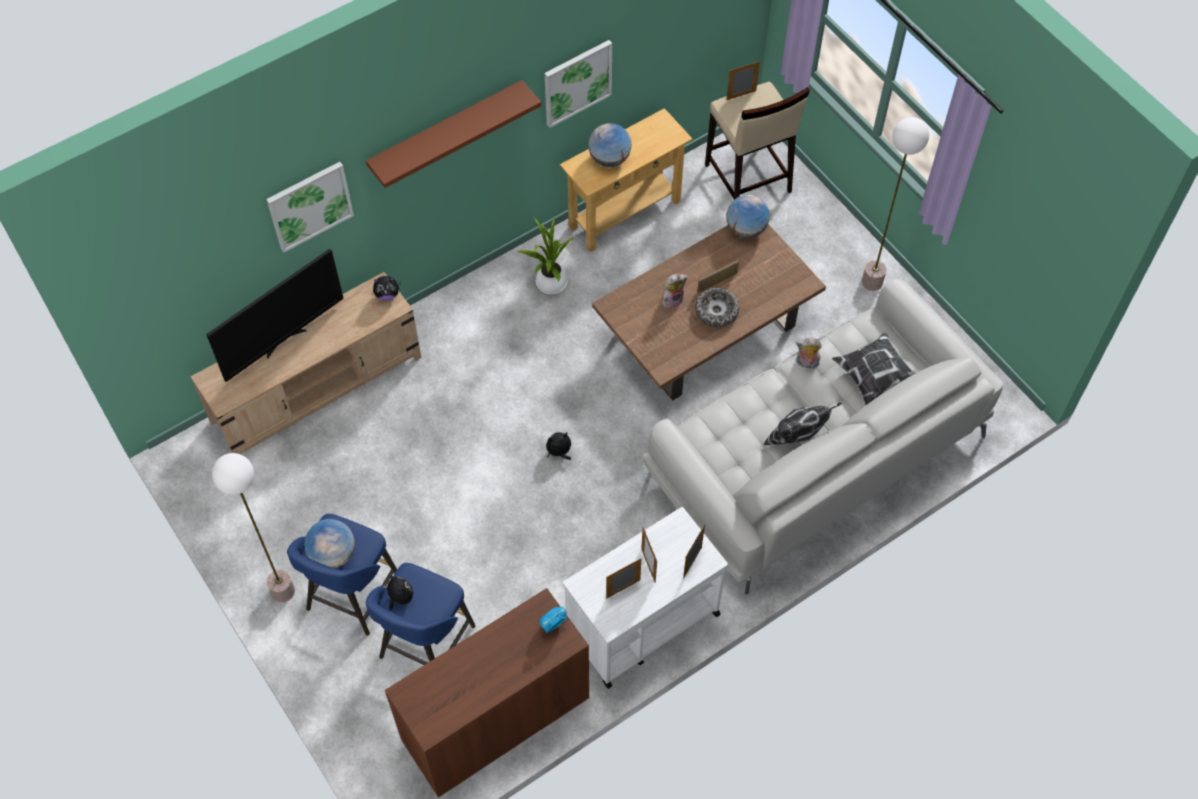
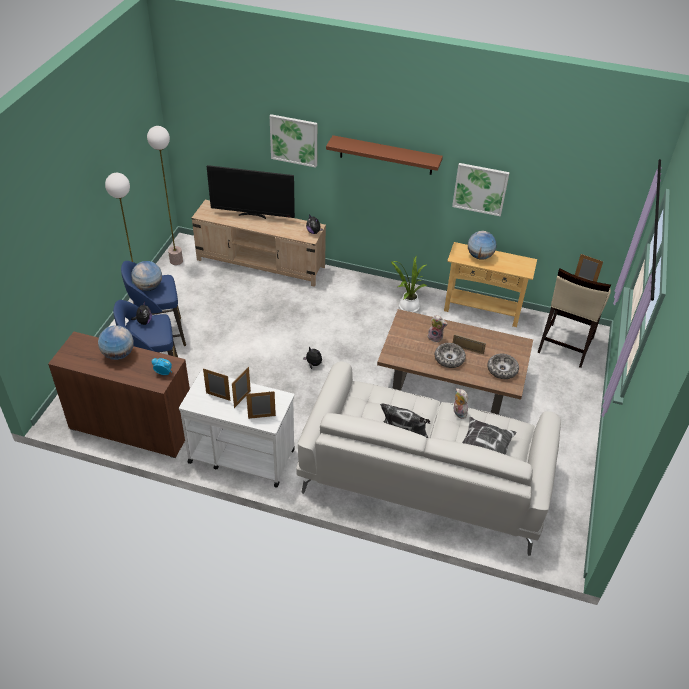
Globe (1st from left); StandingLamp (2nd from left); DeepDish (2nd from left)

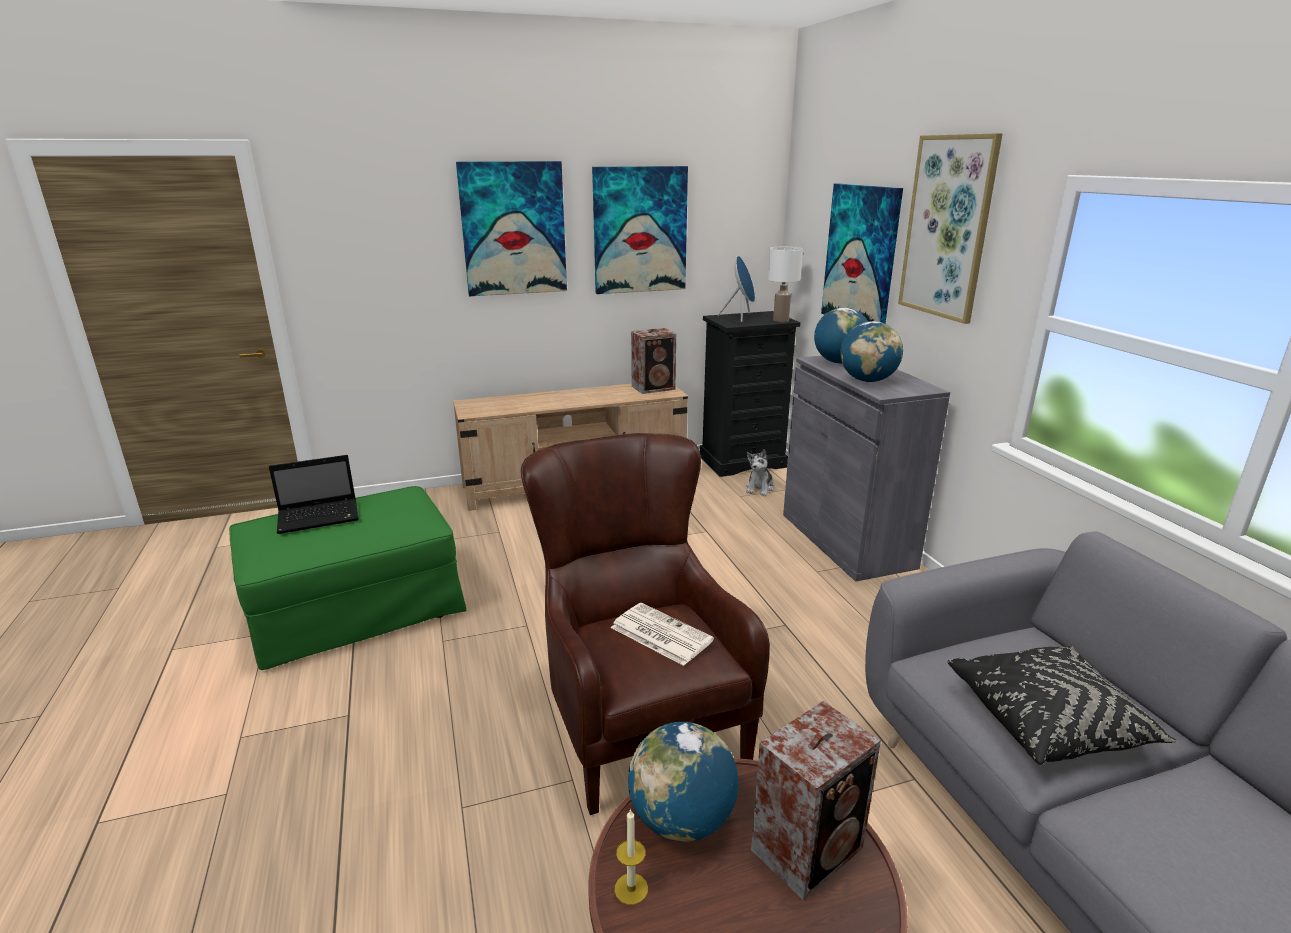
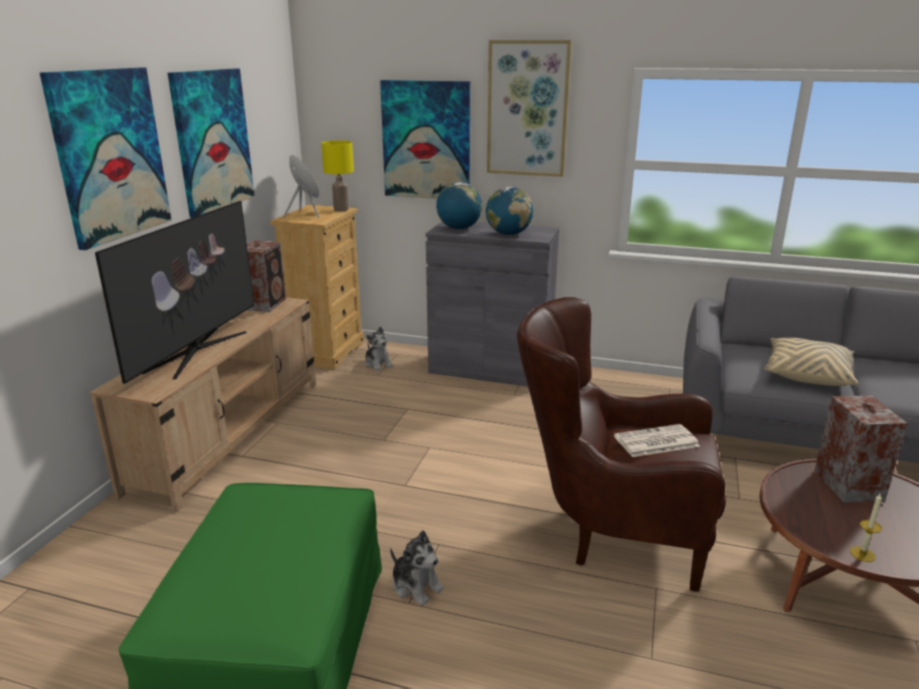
Television; BeigeColouredDrawerChest; YellowTabletopLamp; CuddlyToy (2nd from left); BeigeColouredThrowPillow; NotebookComputer; Globe (1st from left in the first image)

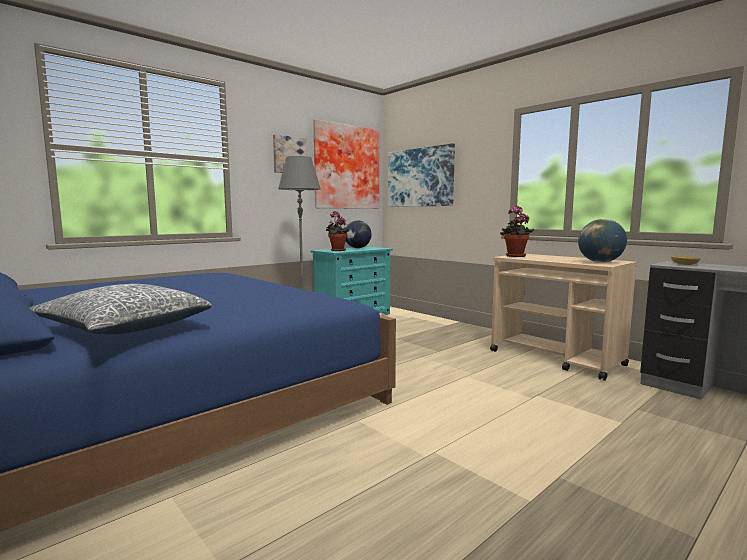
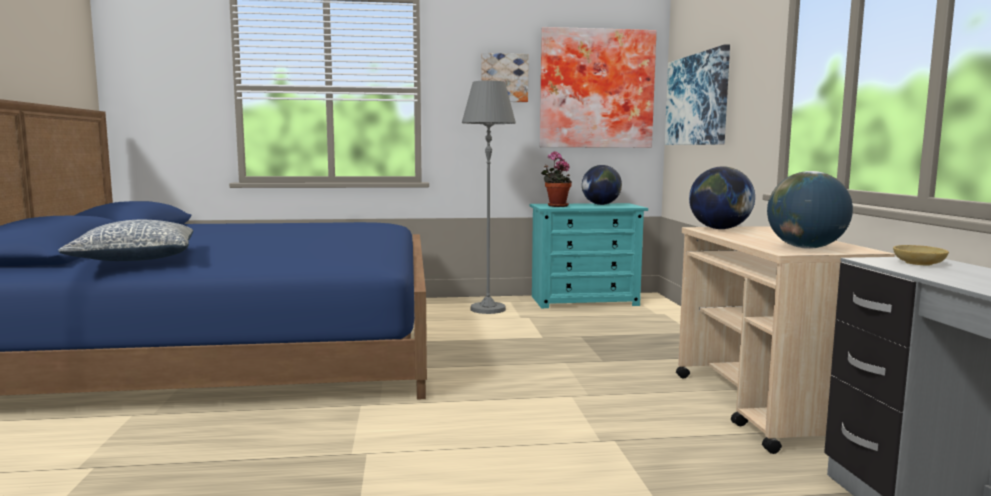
Globe (2nd from left)

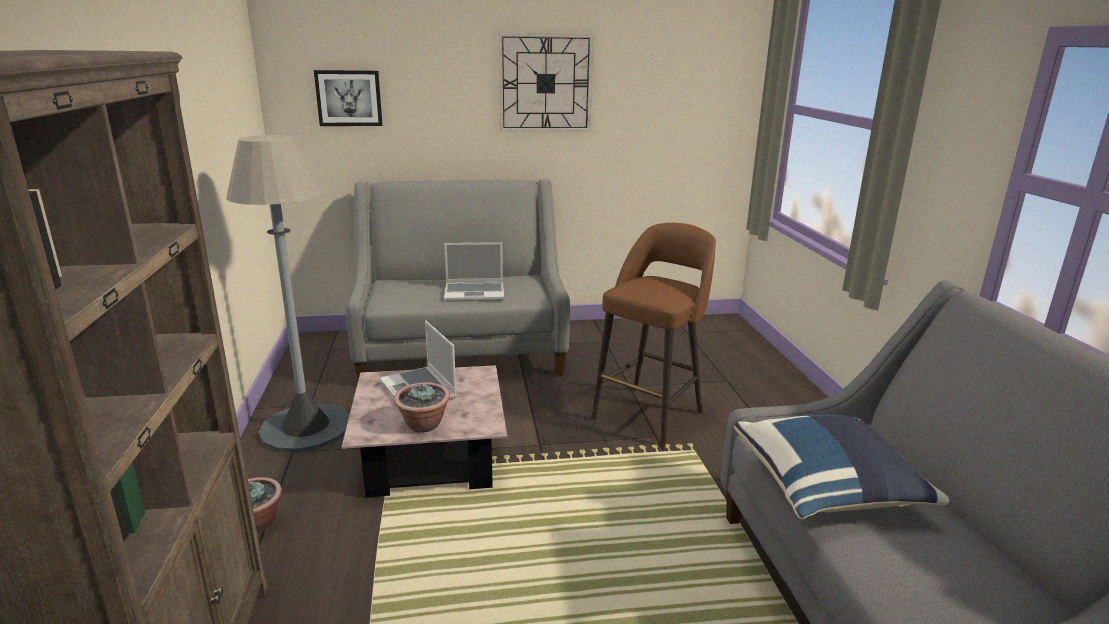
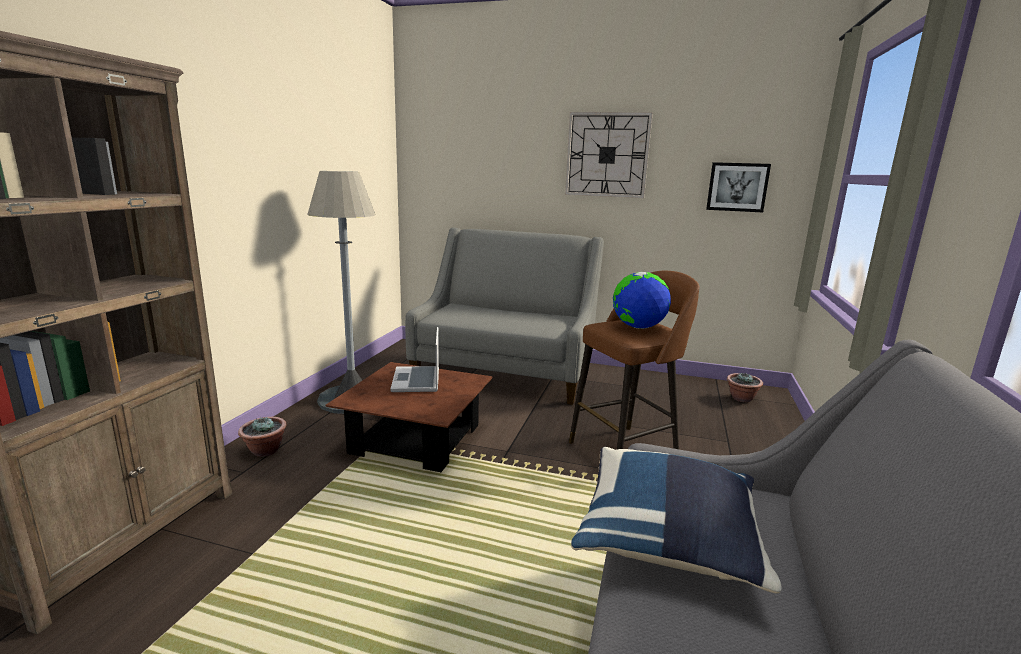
BrownLowTable; Globe; WallArt; PlantInAPot (2nd from left); NotebookComputer (2nd from left in the first image)

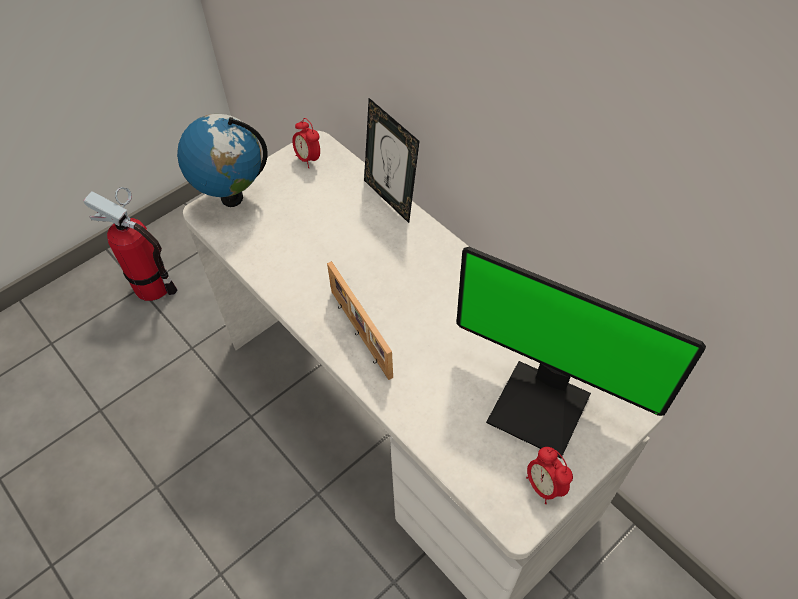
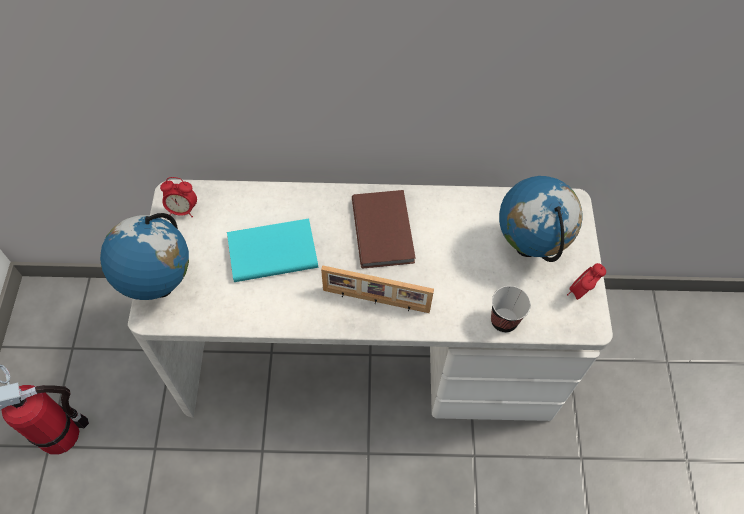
BlueGreenVolume; BrownVolume; SmallCup; Globe (2nd from left); AlarmClock (2nd from left); PhotoFrame (2nd from left in the first image)

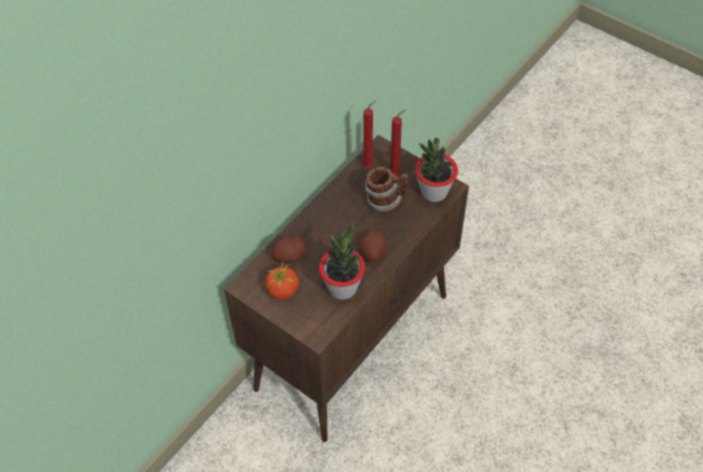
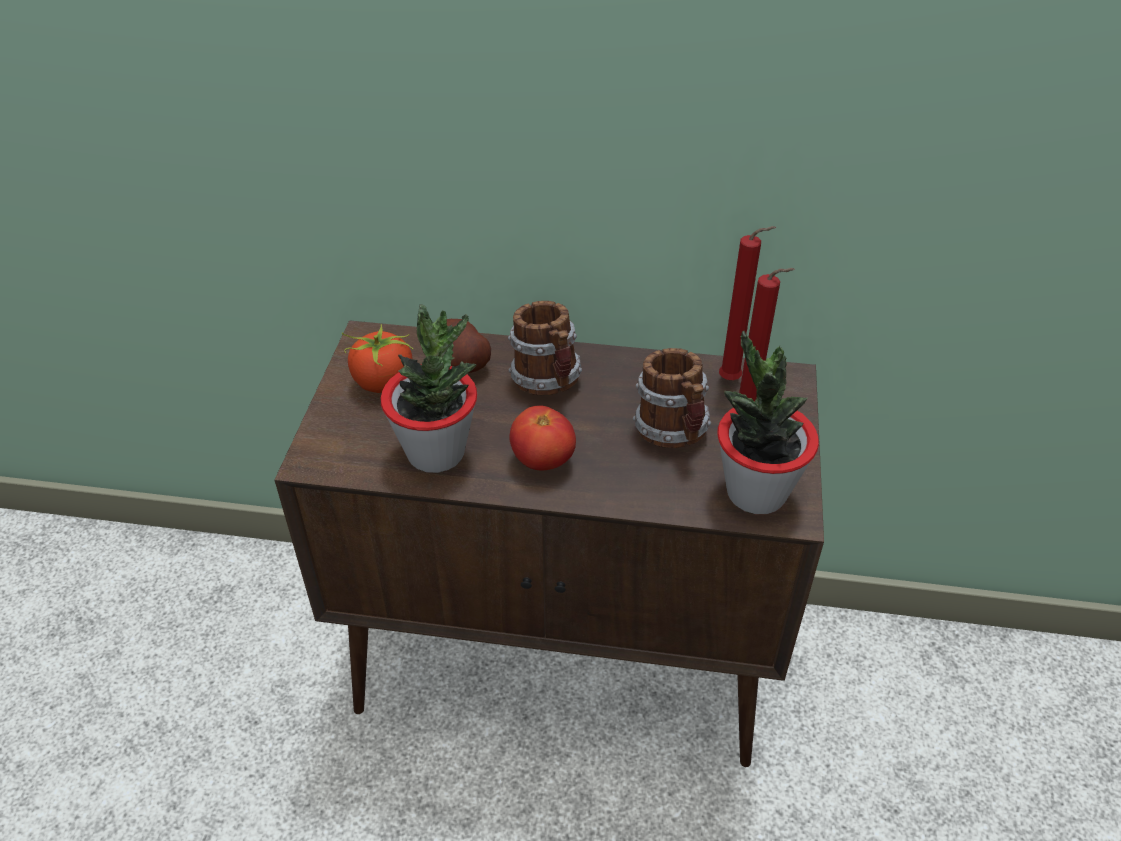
CoffeeMug (1st from left); FreshTomato (2nd from left)

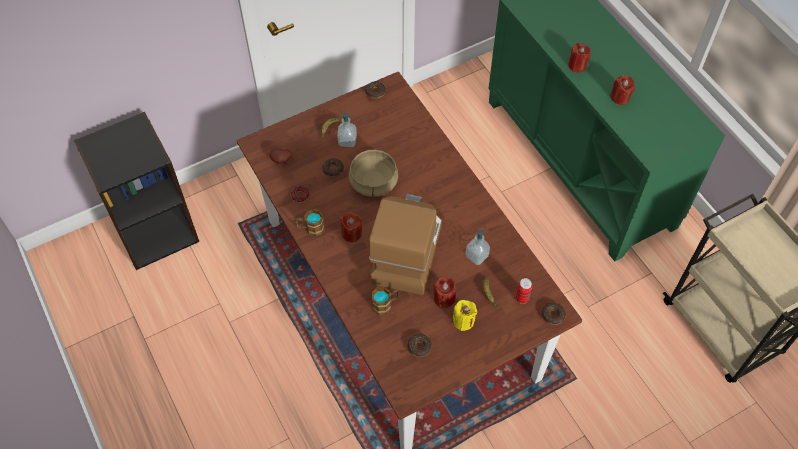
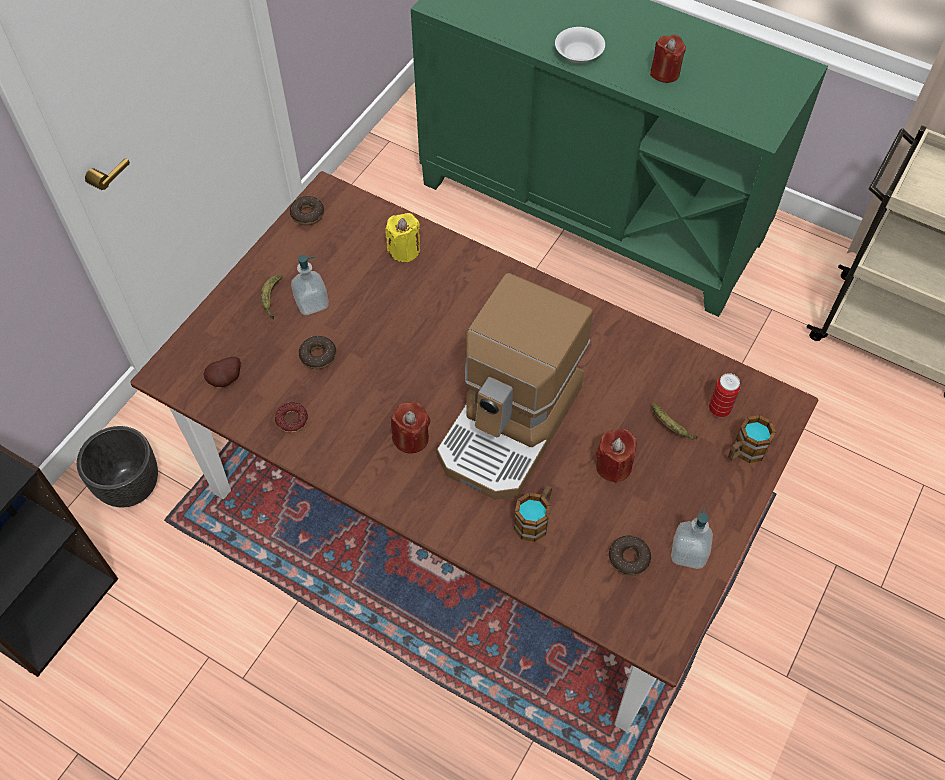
BlackColouredPlantPot; YellowWaxCandle; CoffeeMachine; WhitishDeepDish; LiquidSoapBottle (2nd from left); CoffeeMug (2nd from left); BeigeColouredStockpot; Doughnut (5th from left in the first image)

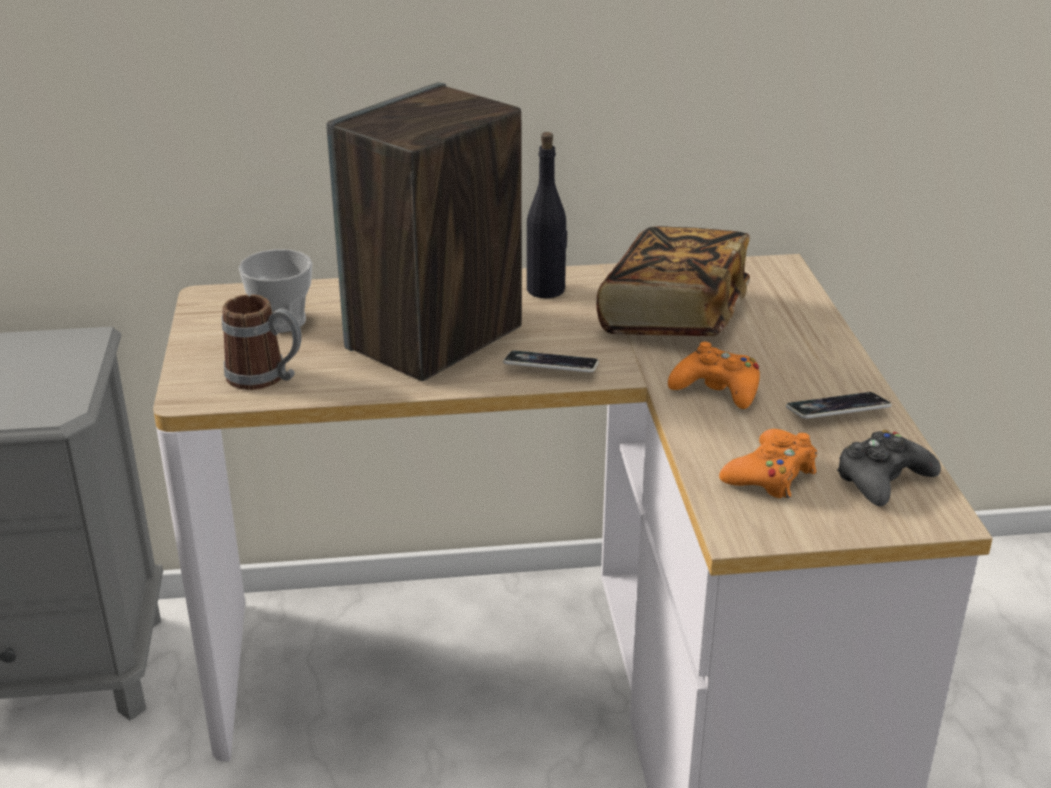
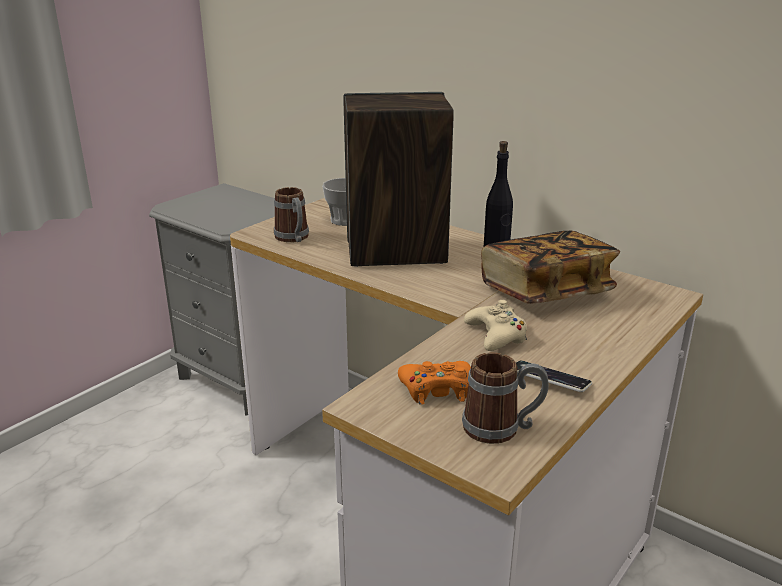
CoffeeMug (2nd from left); BeigeColouredJoypad; Telephone (1st from left in the first image)

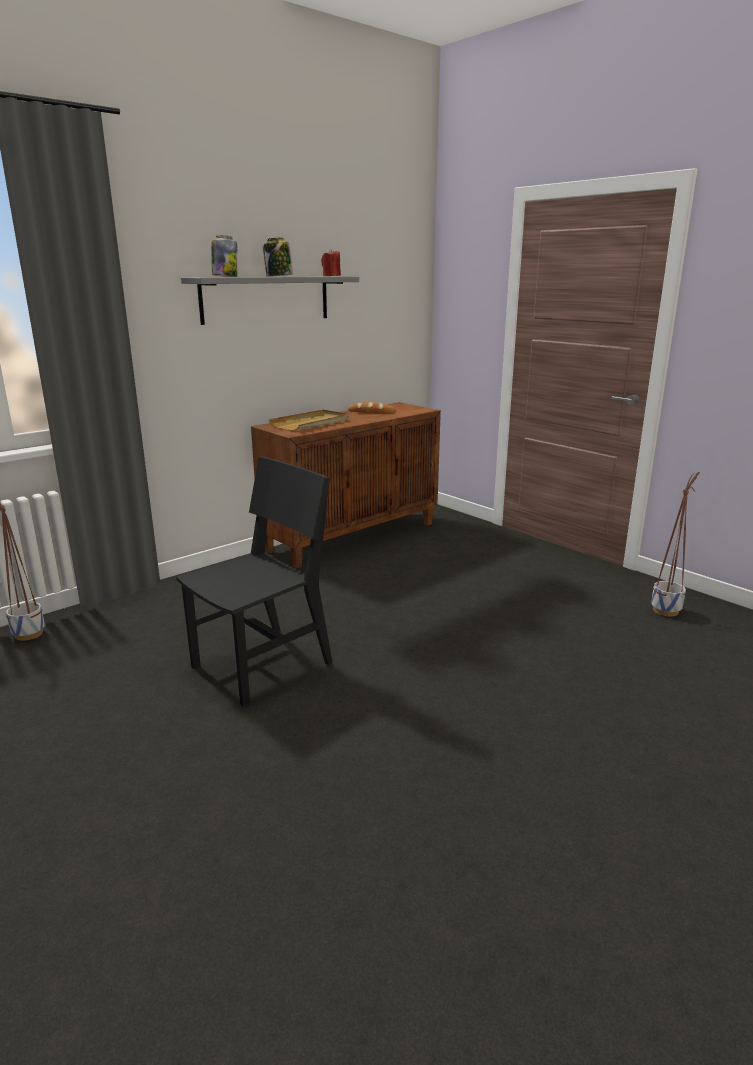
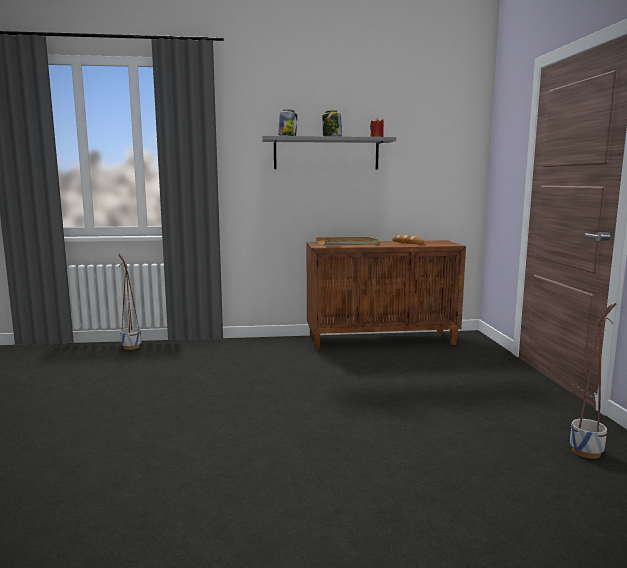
BlackColouredPlainChair

